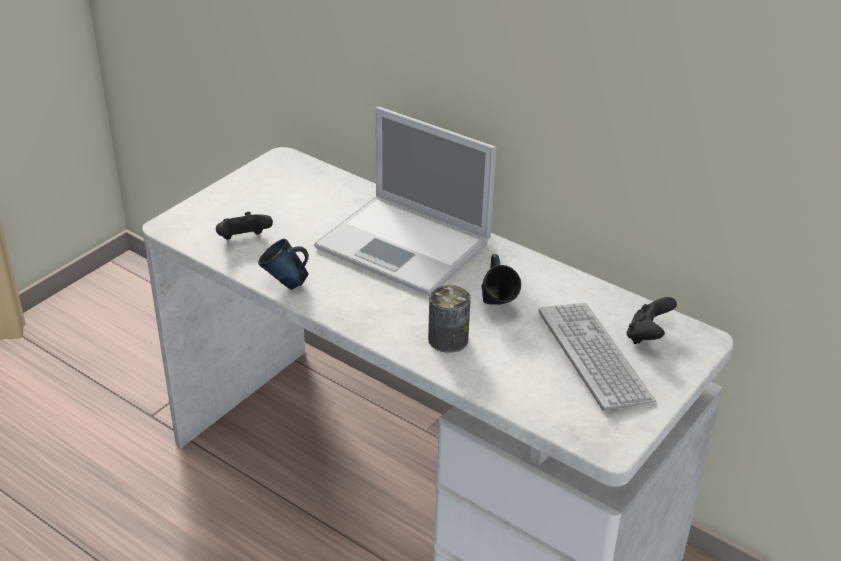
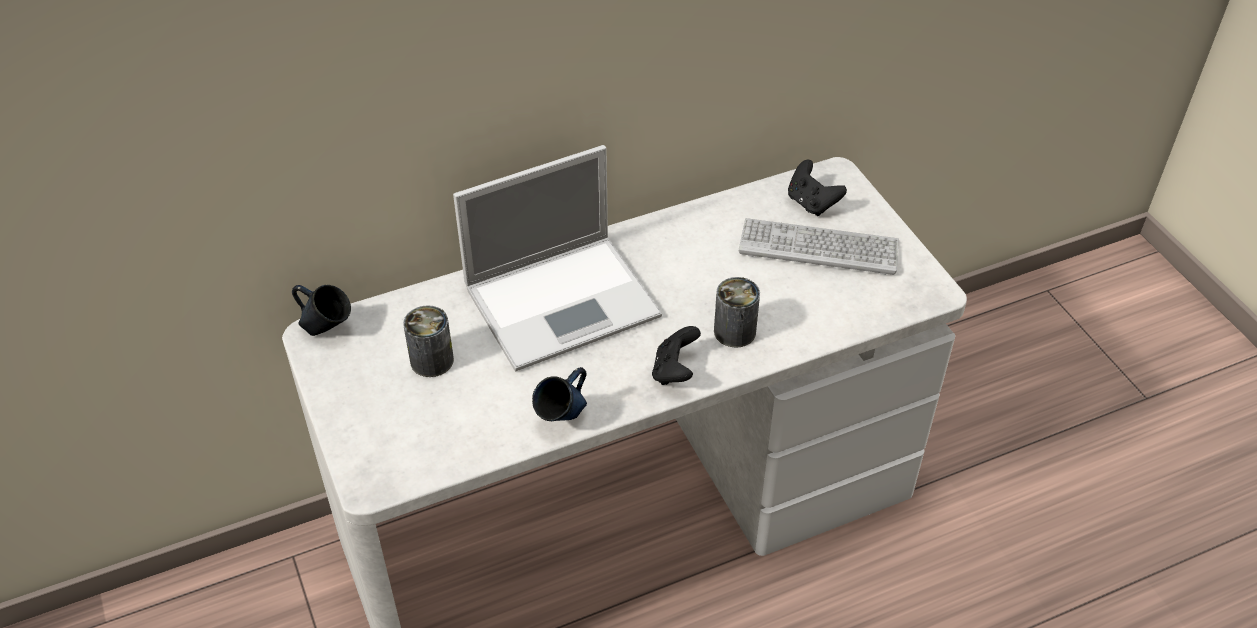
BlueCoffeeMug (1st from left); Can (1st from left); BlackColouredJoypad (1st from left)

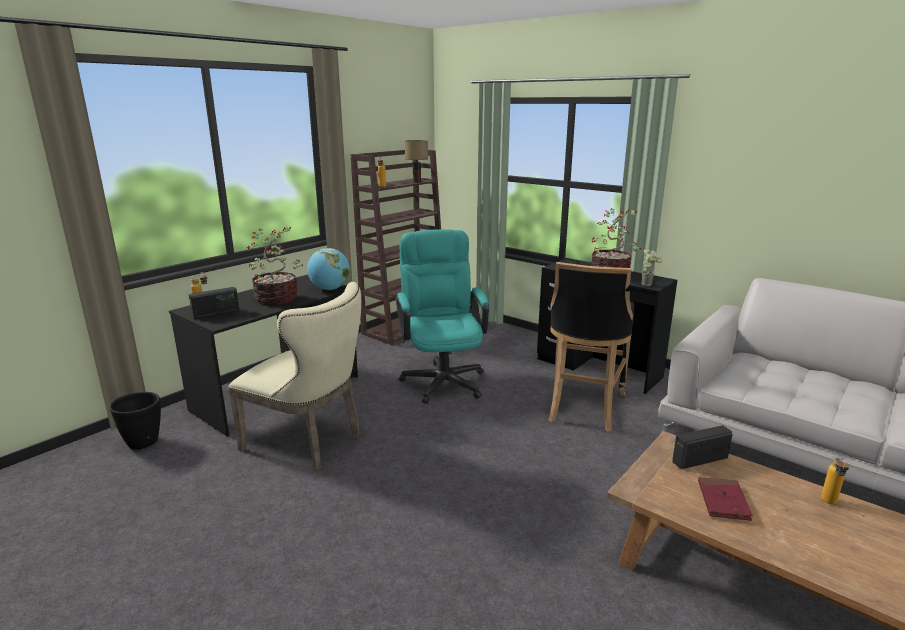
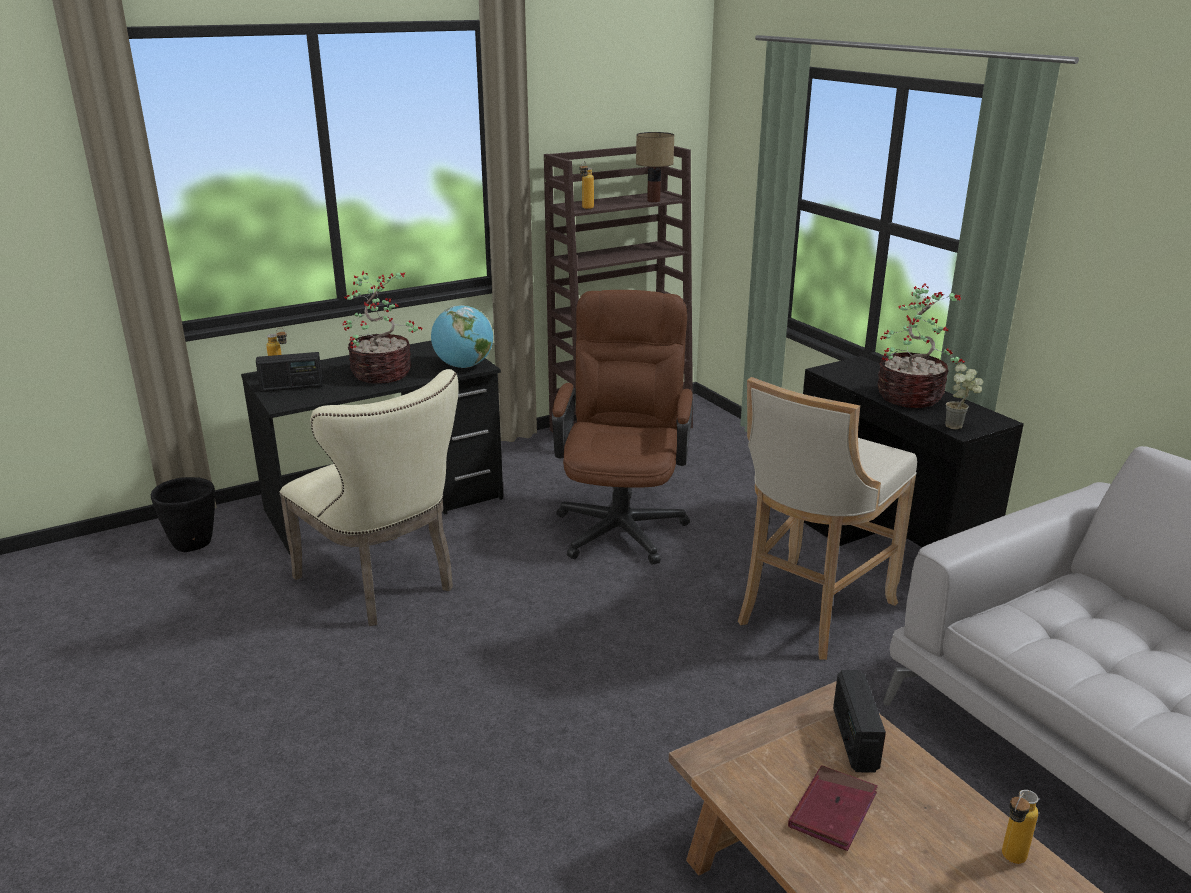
BrownComputerChair; BeigeColouredStool; Radio (2nd from left)

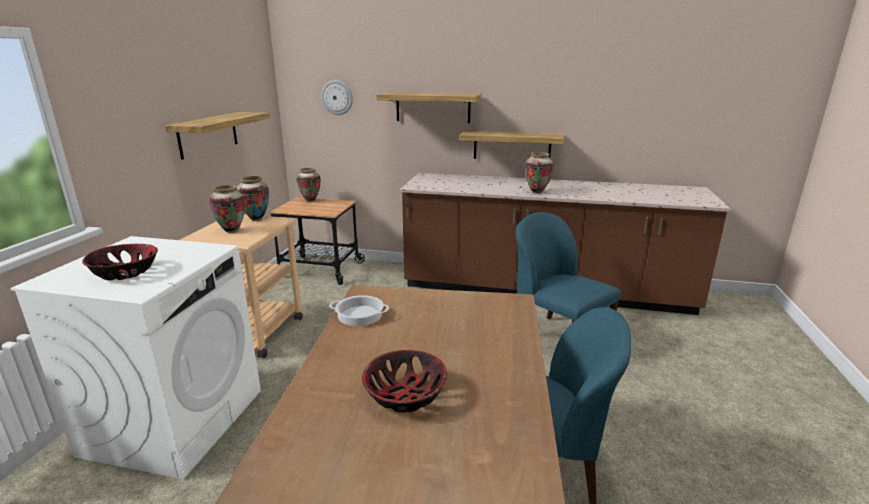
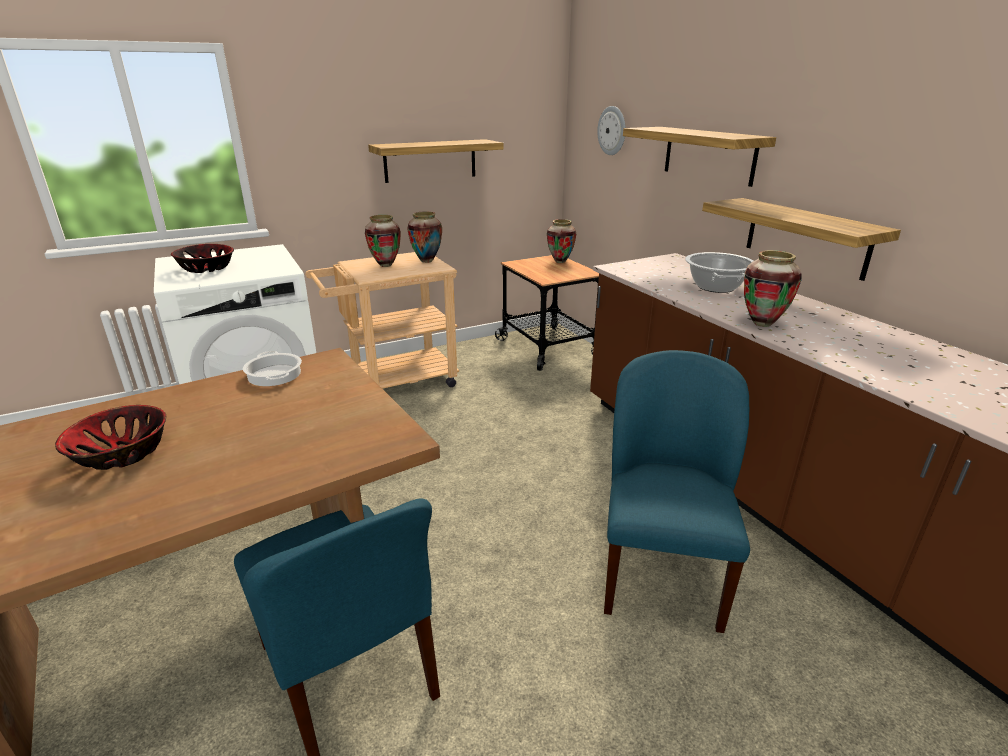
Stockpot (2nd from left)

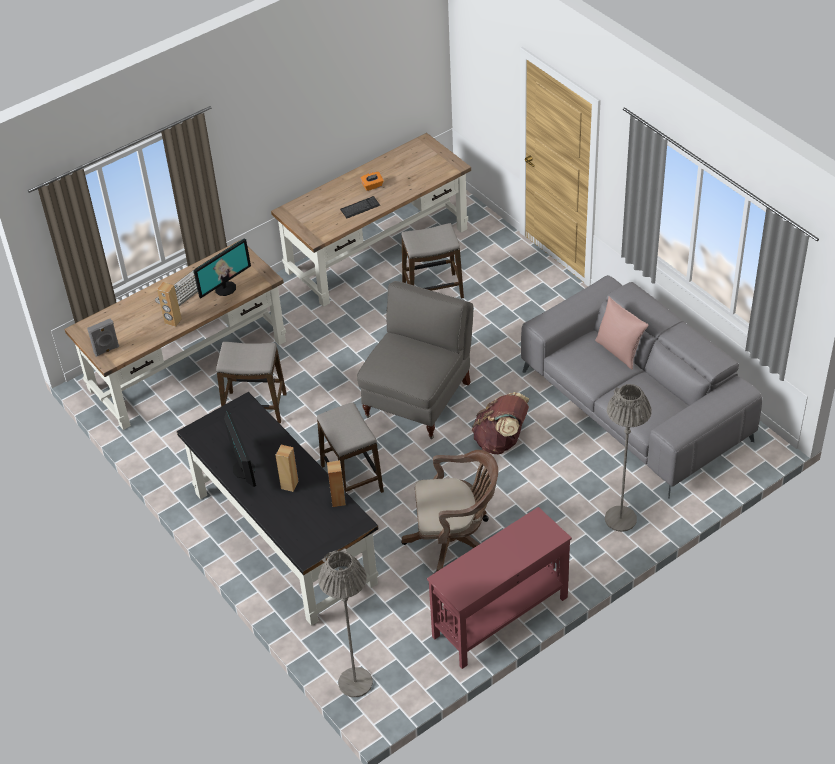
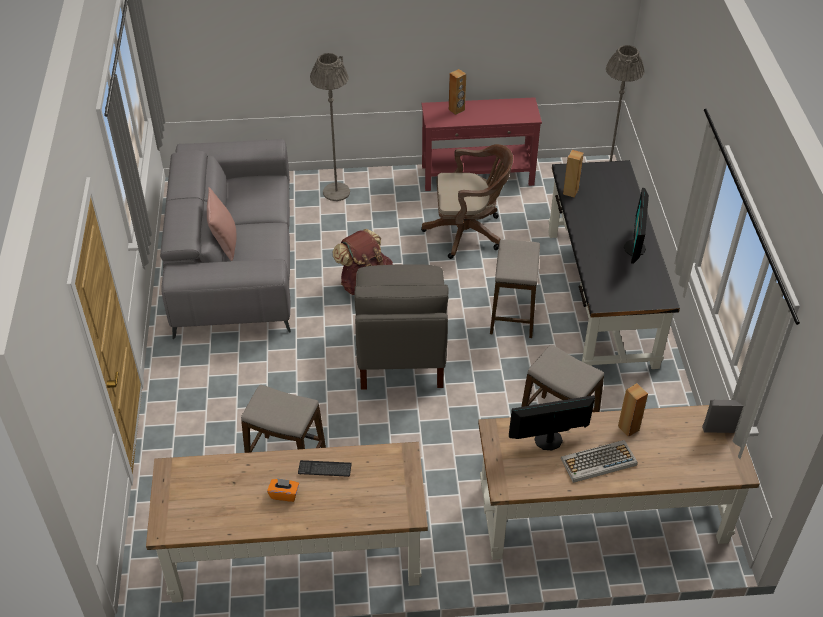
GreyishEasyChair; BrownComputerChair; BrownAudioSpeaker (1st from left)

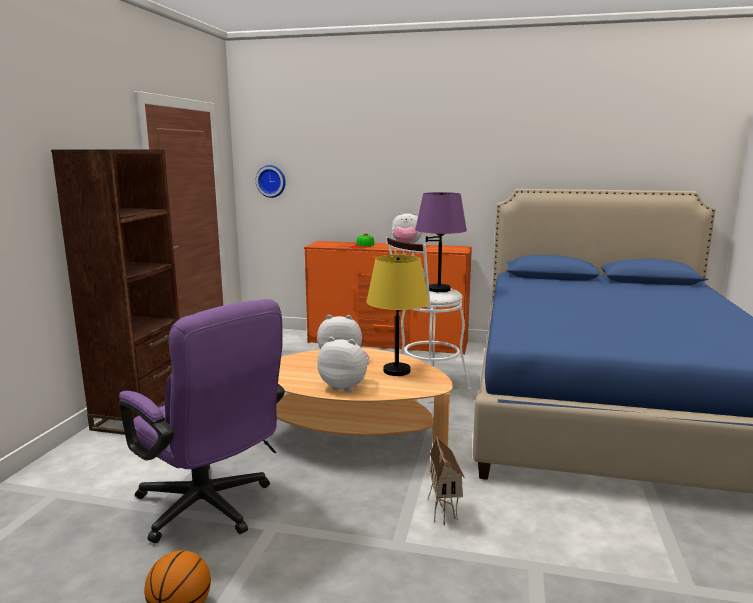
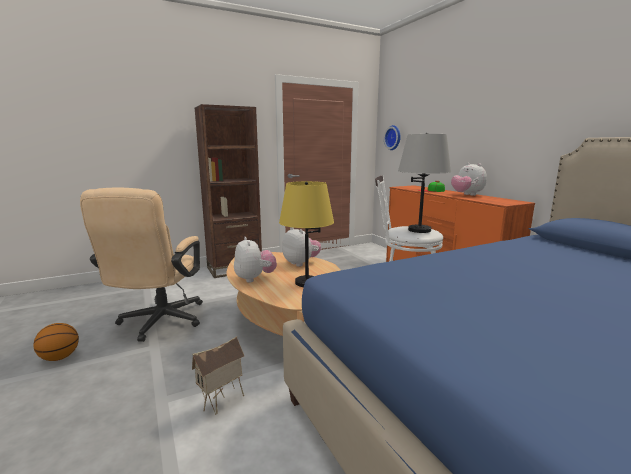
BeigeColouredComputerChair; GreyishTabletopLamp

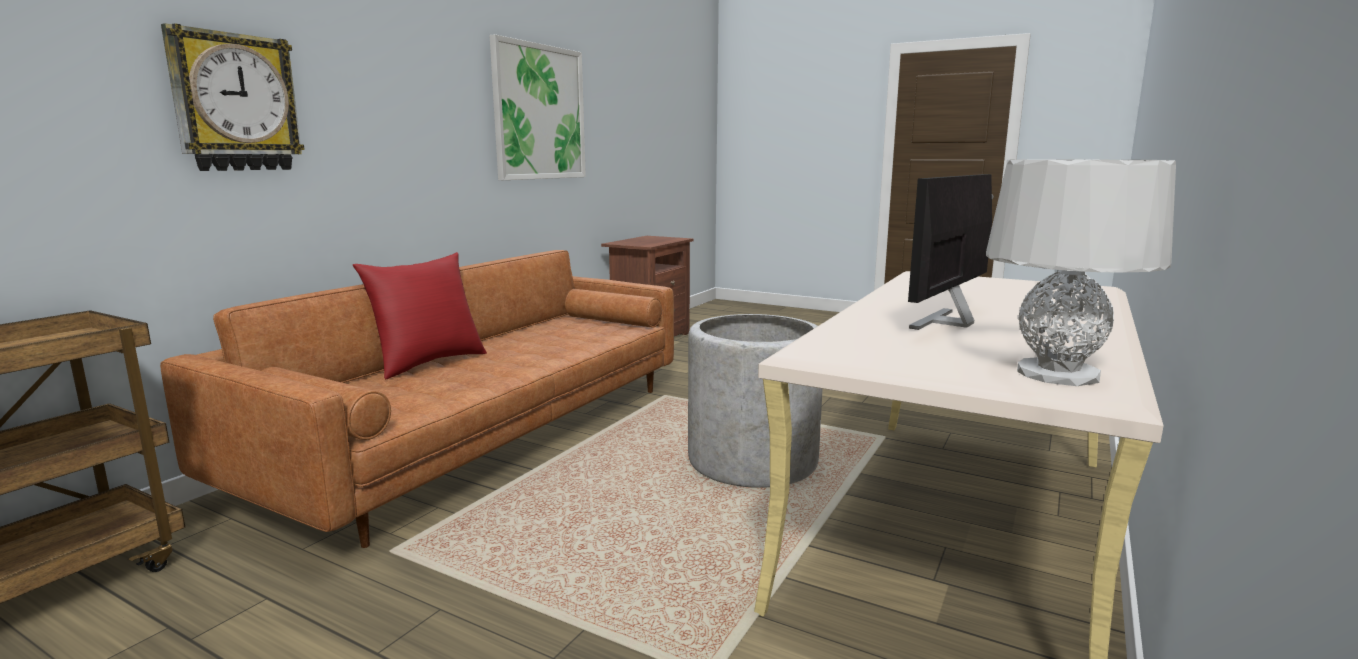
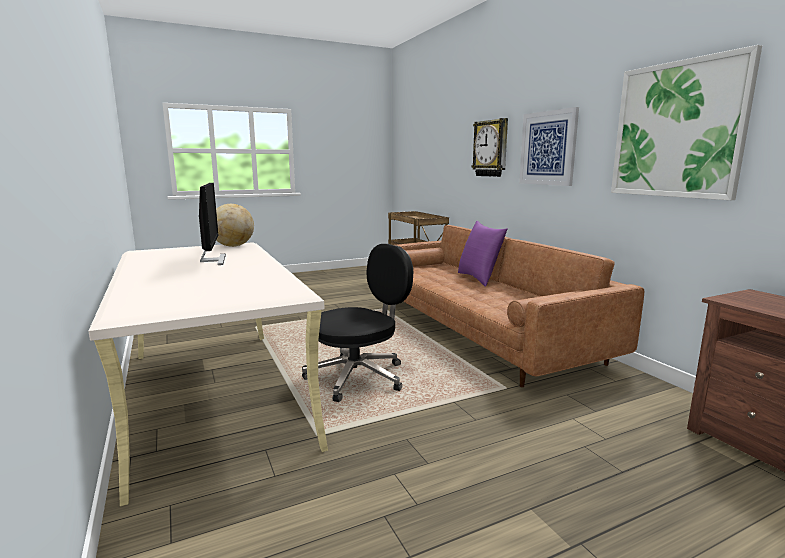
Globe; BlackColouredComputerChair; PurpleColouredThrowPillow; WallArt (1st from left); GreyishTabletopLamp

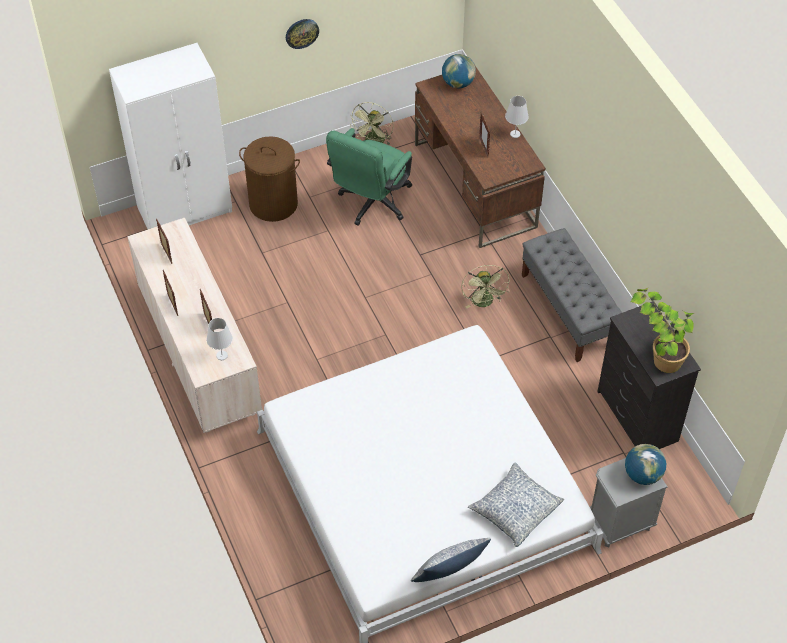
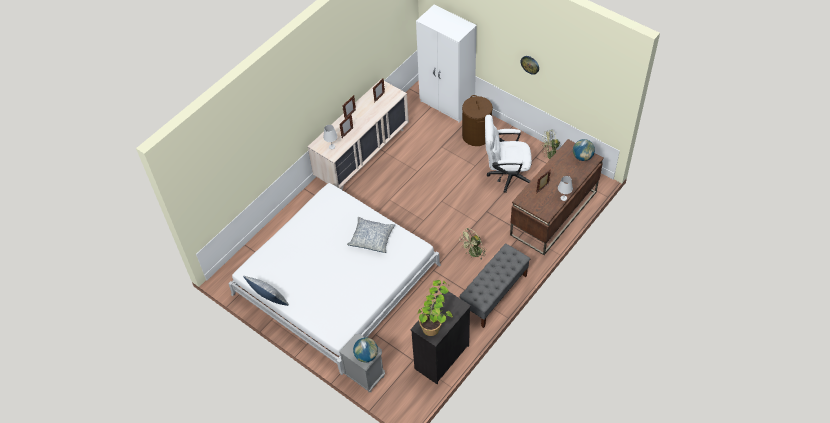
ThrowPillow (2nd from left); WhitishComputerChair

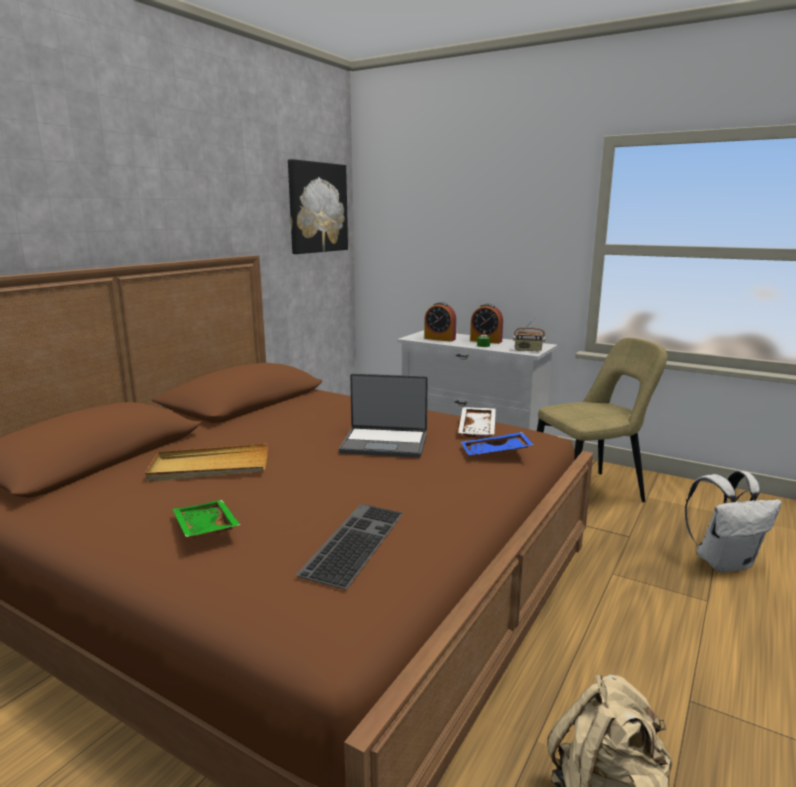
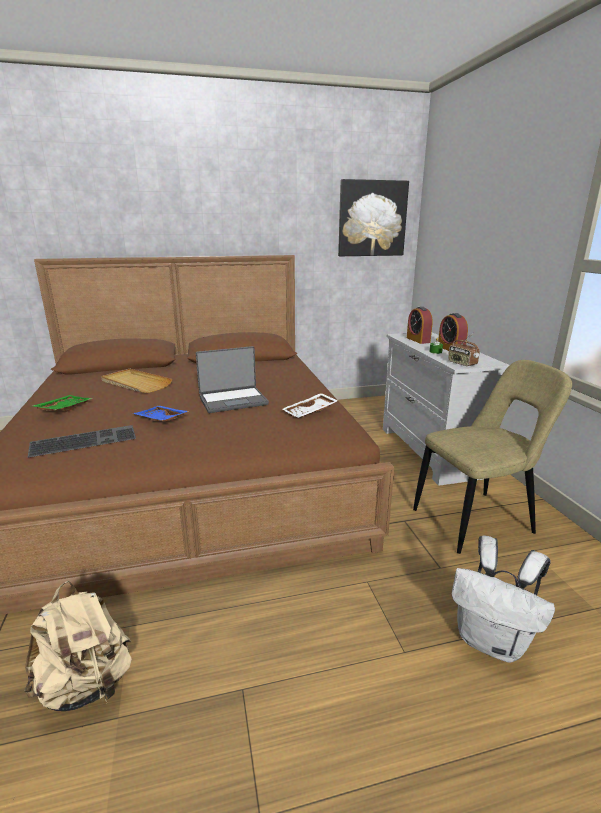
BlueTray; NotebookComputer; BeigeColouredPlainChair

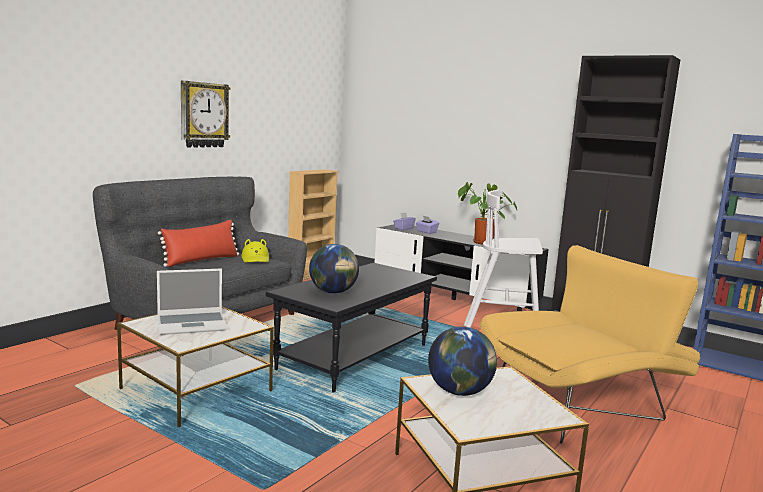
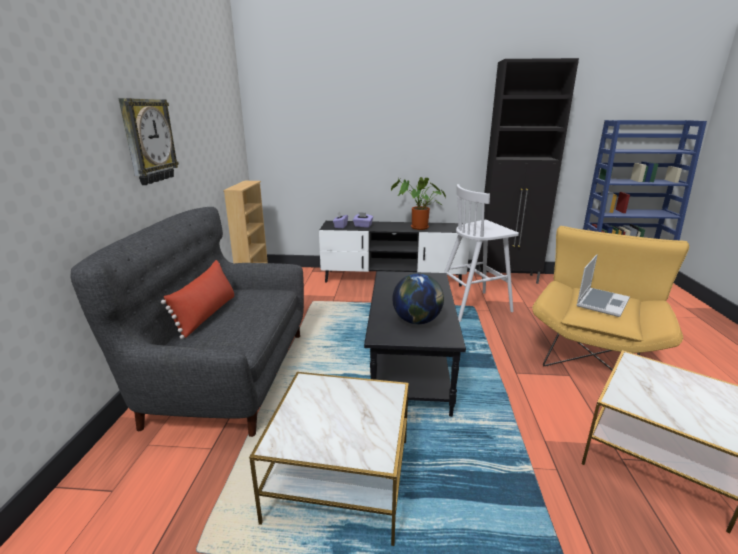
NotebookComputer; YellowClothingHat; Globe (2nd from left in the first image)

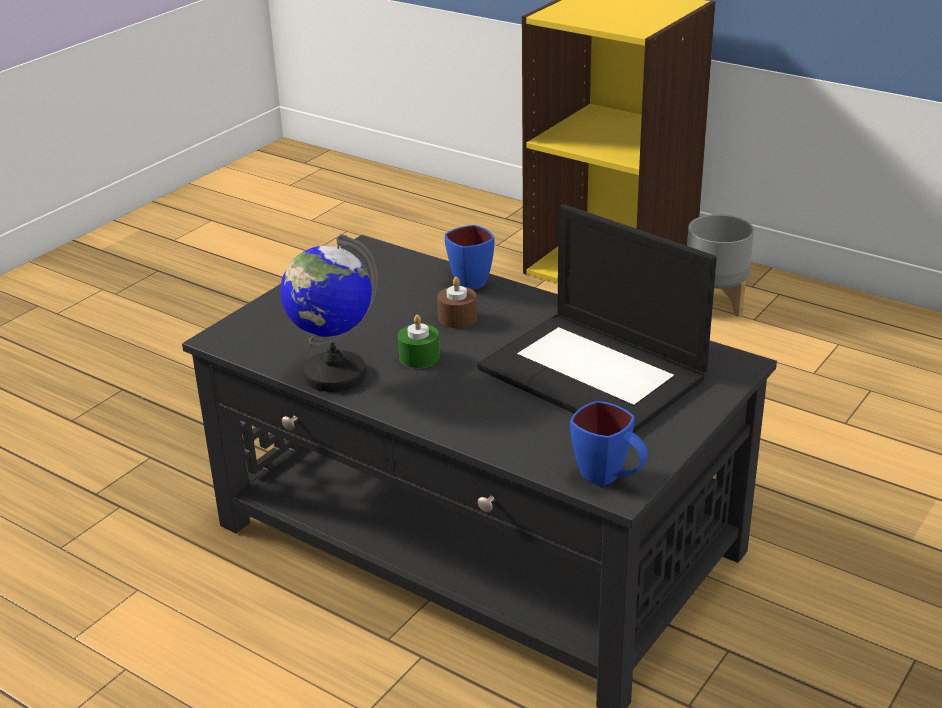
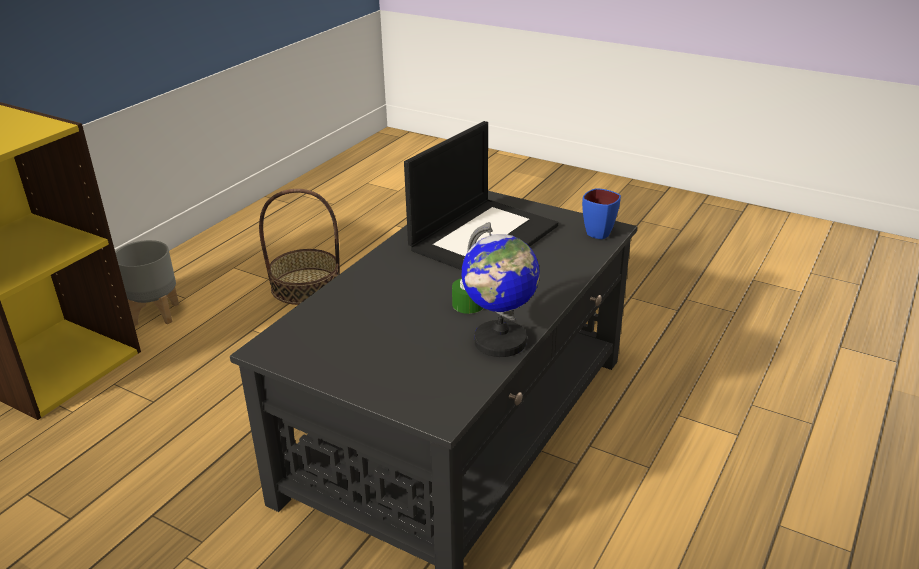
Basket; BrownWaxCandle; BlueCoffeeMug (1st from left in the first image)

